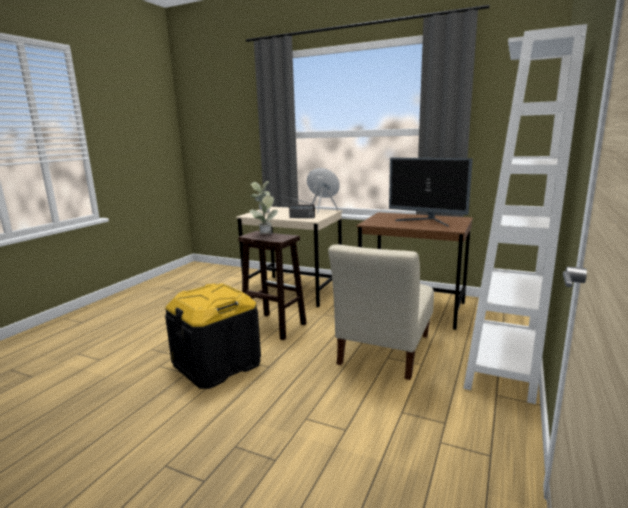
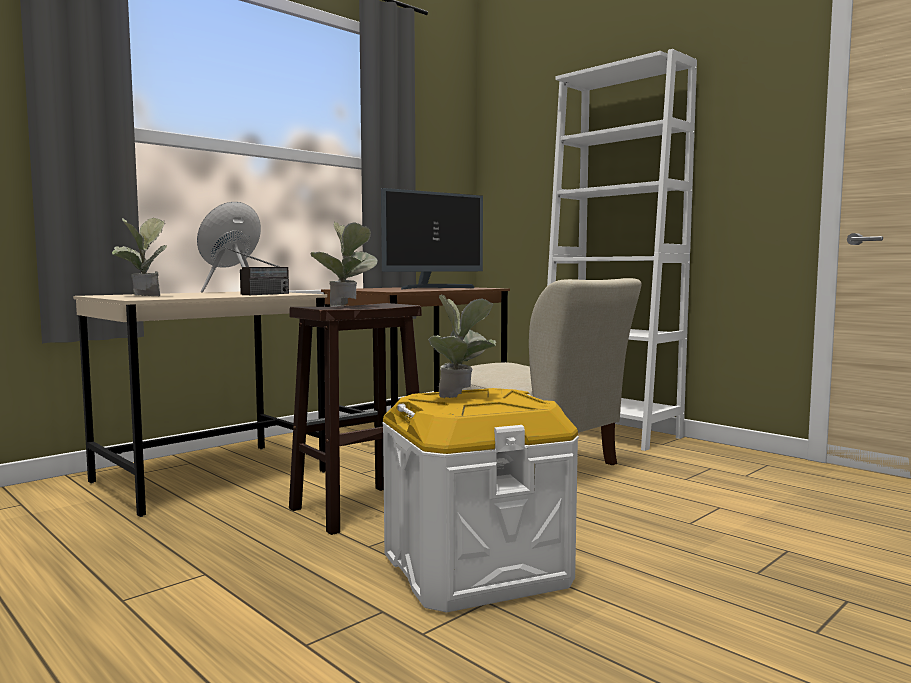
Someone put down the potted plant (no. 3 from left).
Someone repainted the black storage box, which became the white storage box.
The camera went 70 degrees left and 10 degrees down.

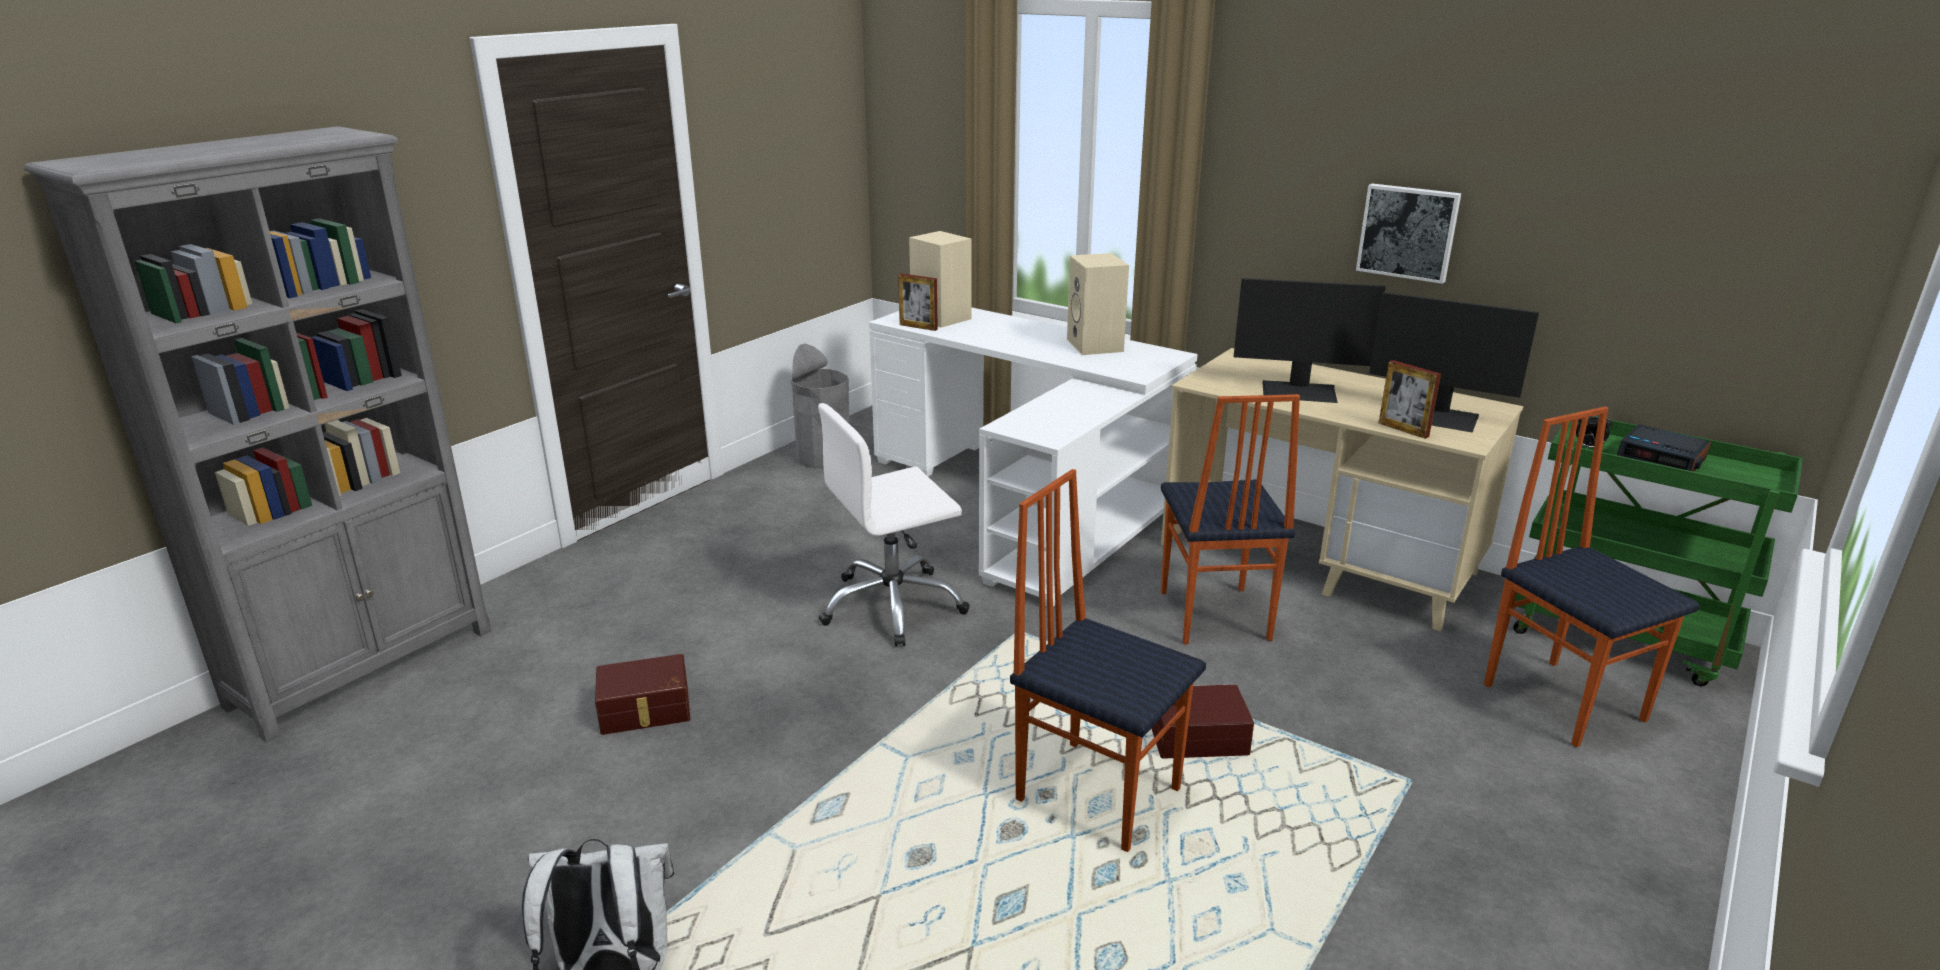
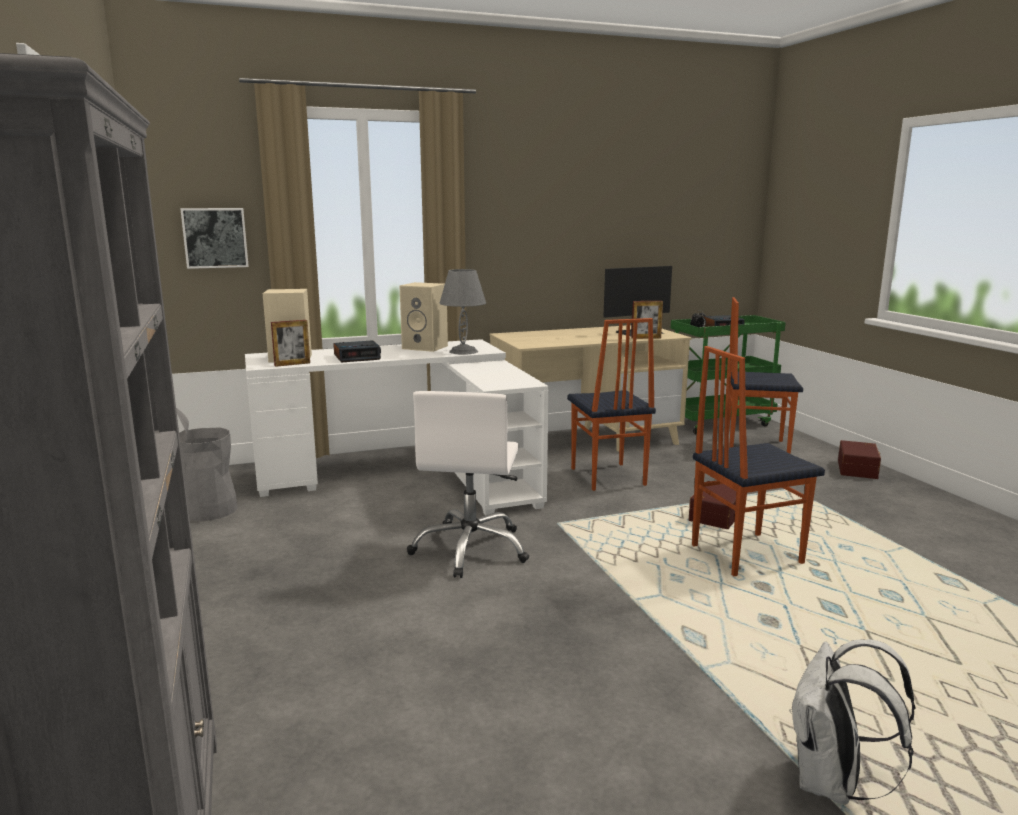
Someone took away the monitor (no. 1 from left).
Someone put down the alarm clock (no. 1 from left).
Someone put down the grey table lamp.
Someone carried the brown storage box (no. 1 from left in the first image).
Someone carried the picture.
Someone rotated the chair (no. 2 from left in the first image) by 45 degrees clockwise.
The camera went 55 degrees left and 10 degrees down.

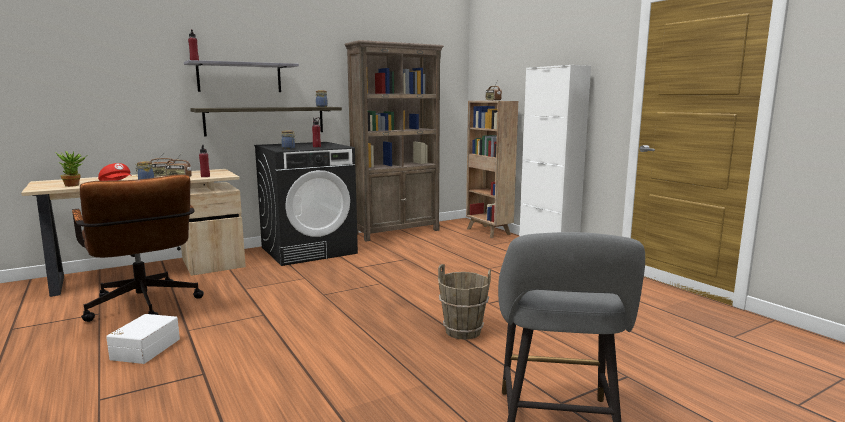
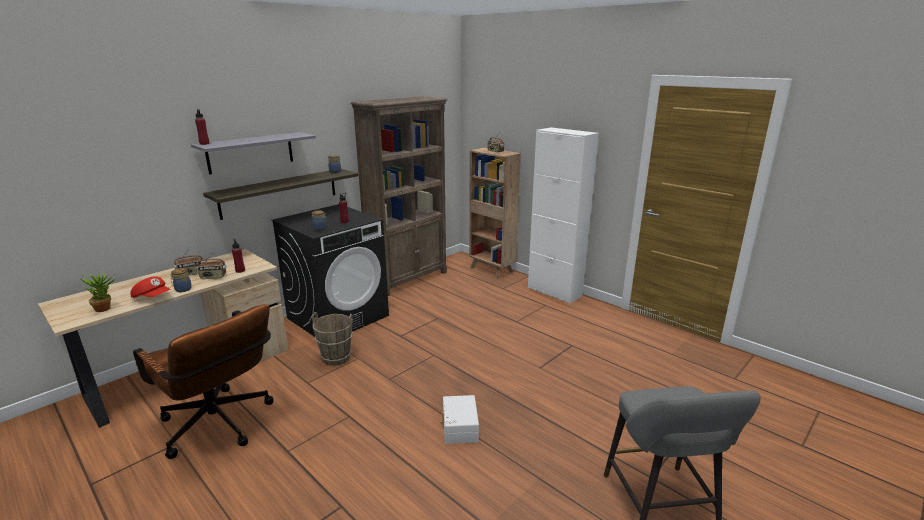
Someone carried the white storage box.
Someone carried the brown bucket.
The camera went 15 degrees left and 10 degrees up.

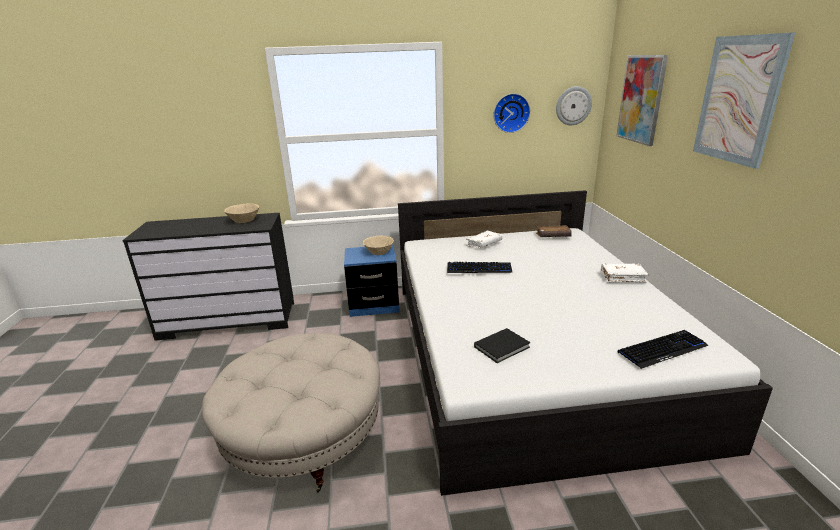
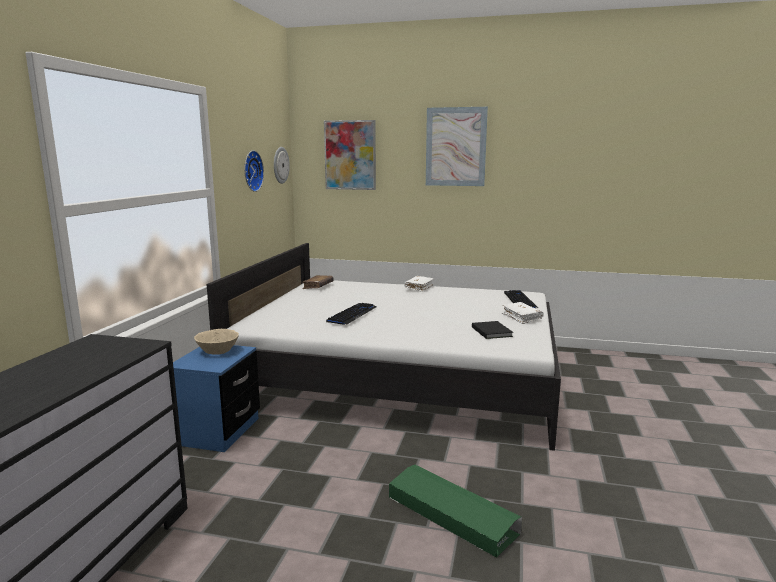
Someone took away the beige bowl (no. 1 from left).
Someone carried the white book (no. 1 from left in the first image).
Someone swapped the beige ottoman for the green storage box.
The camera went 70 degrees left and 10 degrees down.

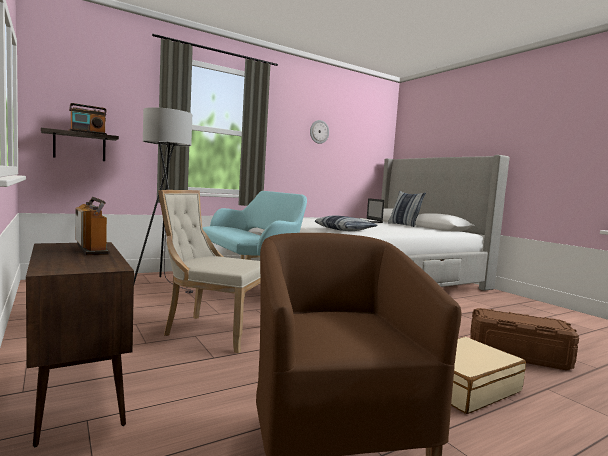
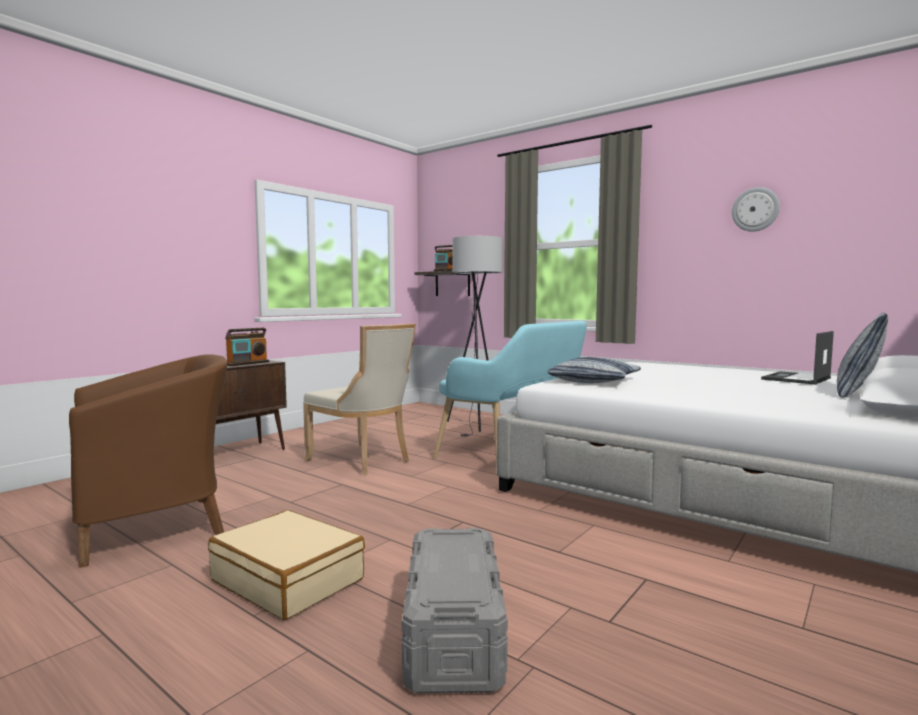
Someone repainted the brown storage box, which became the grey storage box.
Someone rotated the beige chair by 135 degrees clockwise.
The camera went 70 degrees right and 0 degrees up.

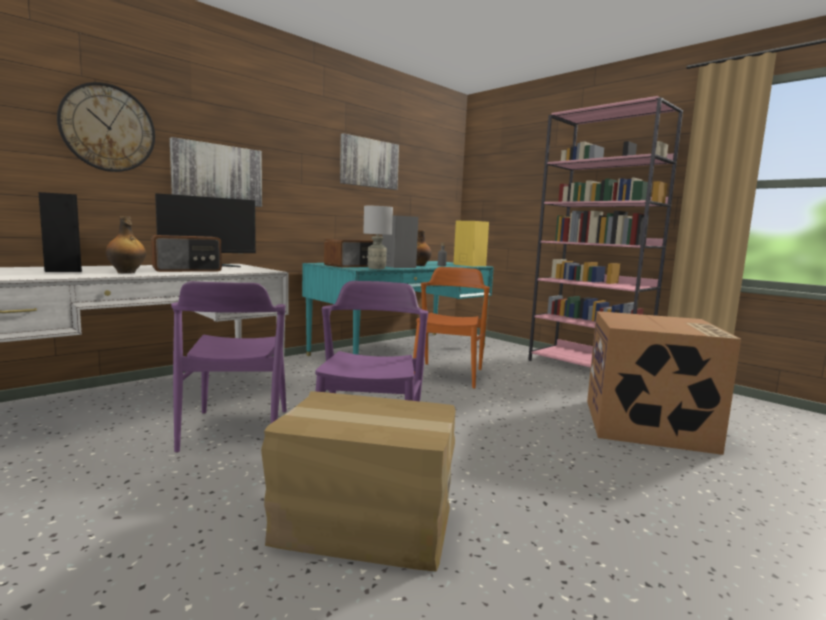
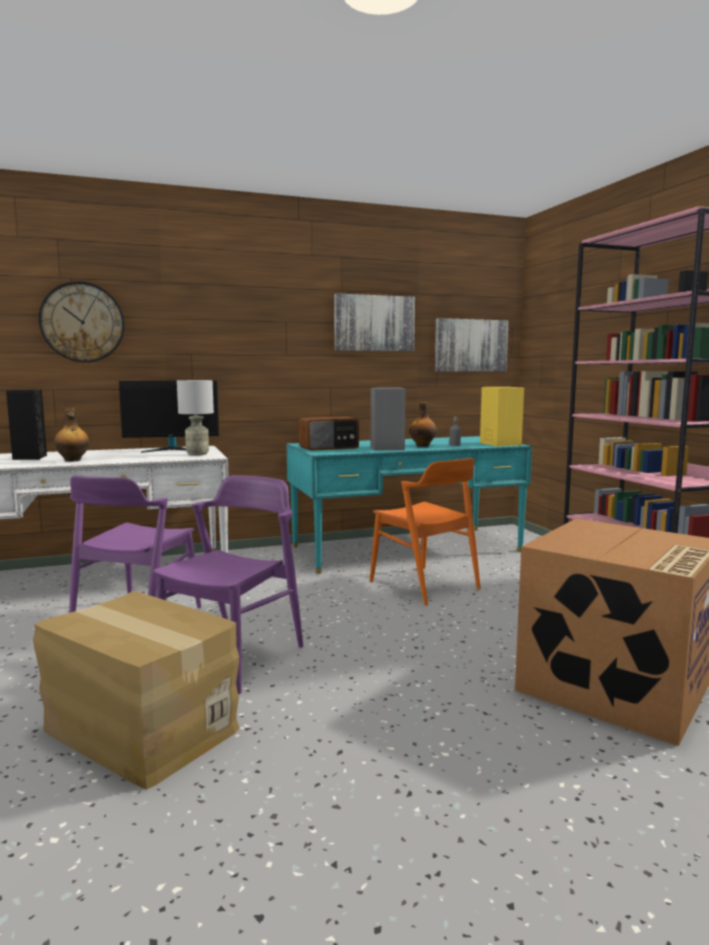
Someone took away the radio (no. 1 from left).
Someone carried the picture (no. 1 from left in the first image).
Someone carried the grey table lamp.
Someone rotated the orange chair by 105 degrees clockwise.
The camera went 25 degrees right and 0 degrees up.

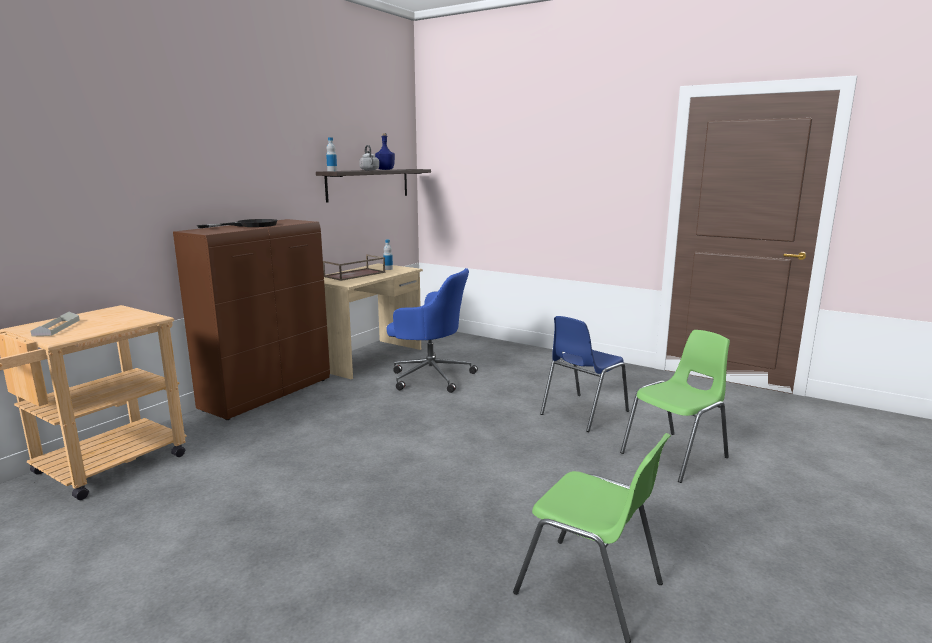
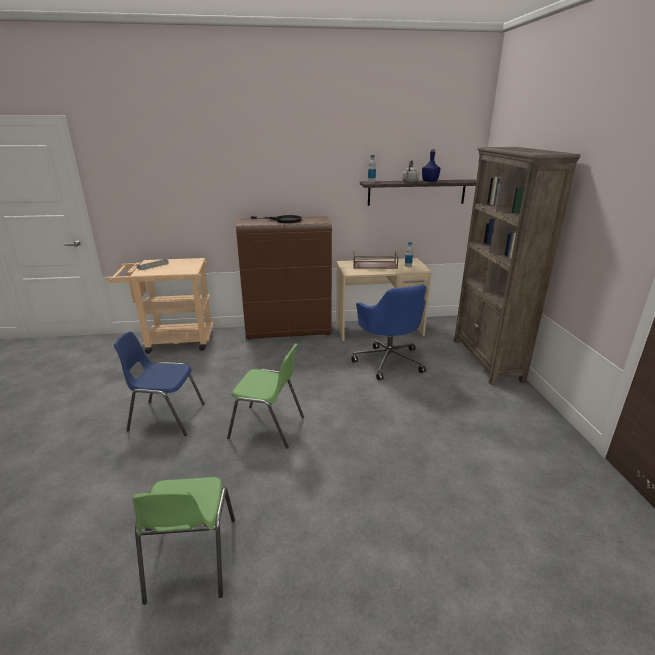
Someone put down the brown bookcase.
Someone carried the blue chair.
Someone carried the green chair (no. 2 from left).
The camera went 50 degrees right and 10 degrees up.

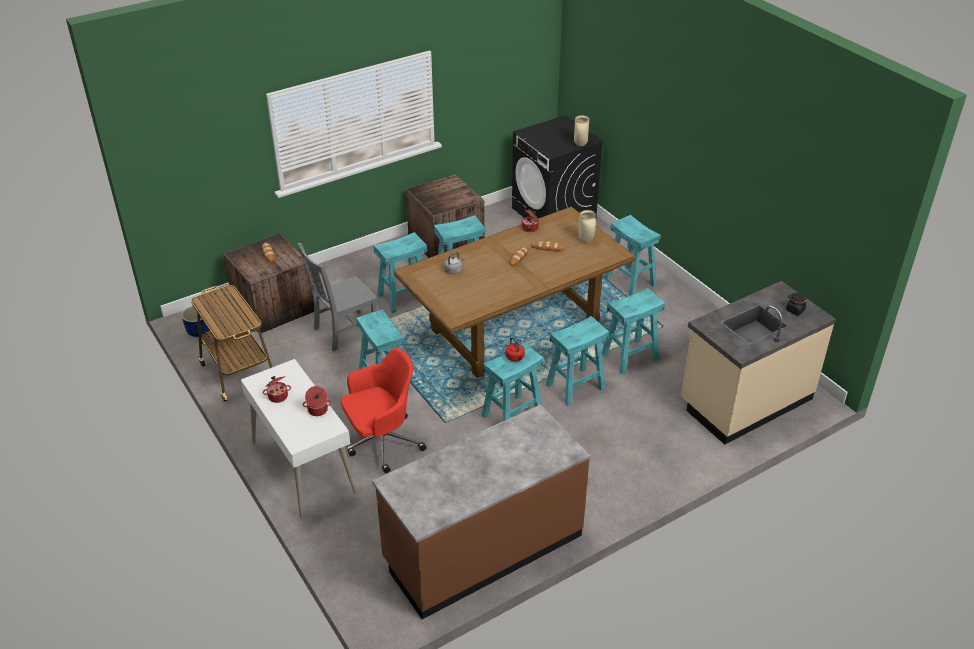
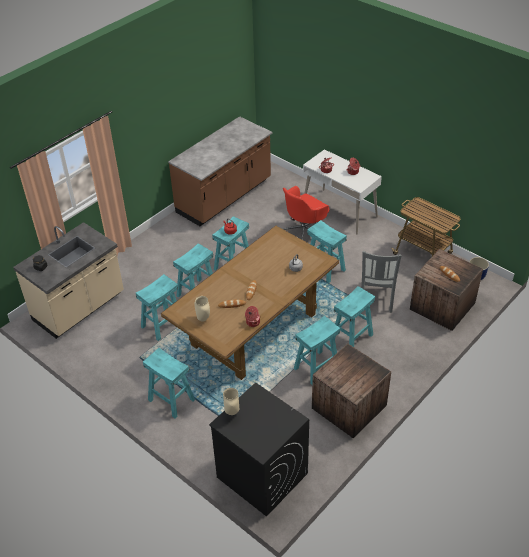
Someone rotated the grey chair by 150 degrees clockwise.
The camera went 165 degrees right and 5 degrees up.

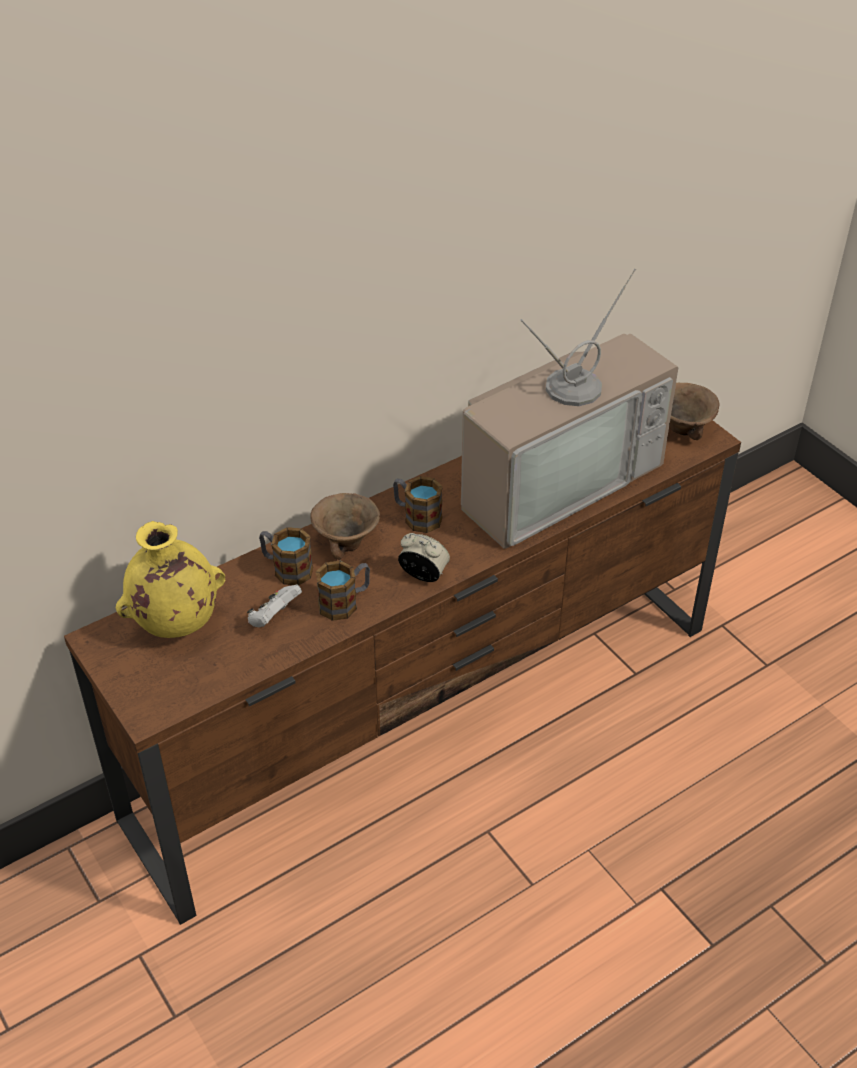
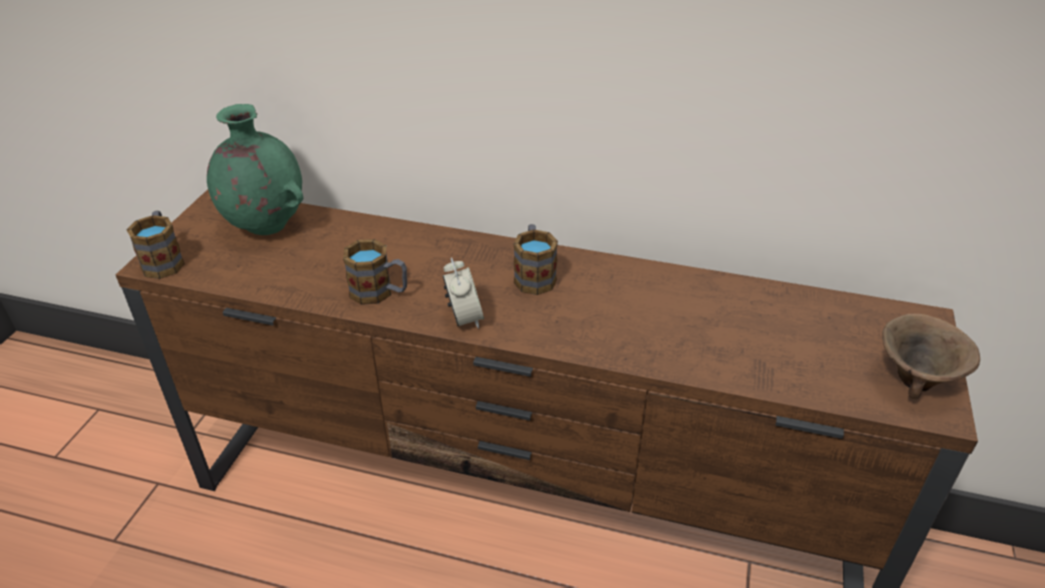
Someone took away the white game controller.
Someone took away the brown bowl (no. 1 from left).
Someone took away the television.
Someone carried the mug (no. 1 from left).
Someone repainted the yellow vase, which became the green vase.
The camera went 50 degrees right and 5 degrees down.

